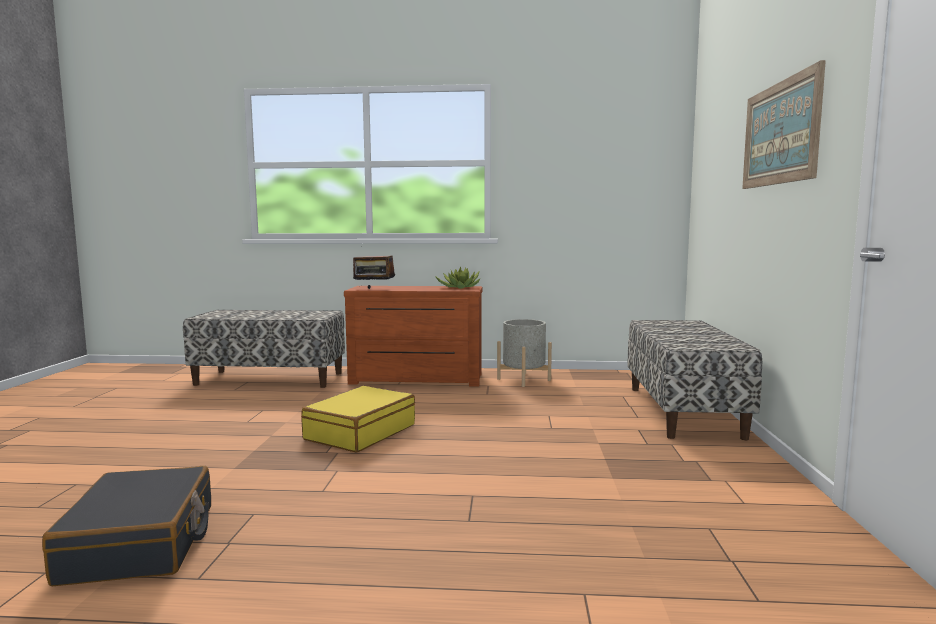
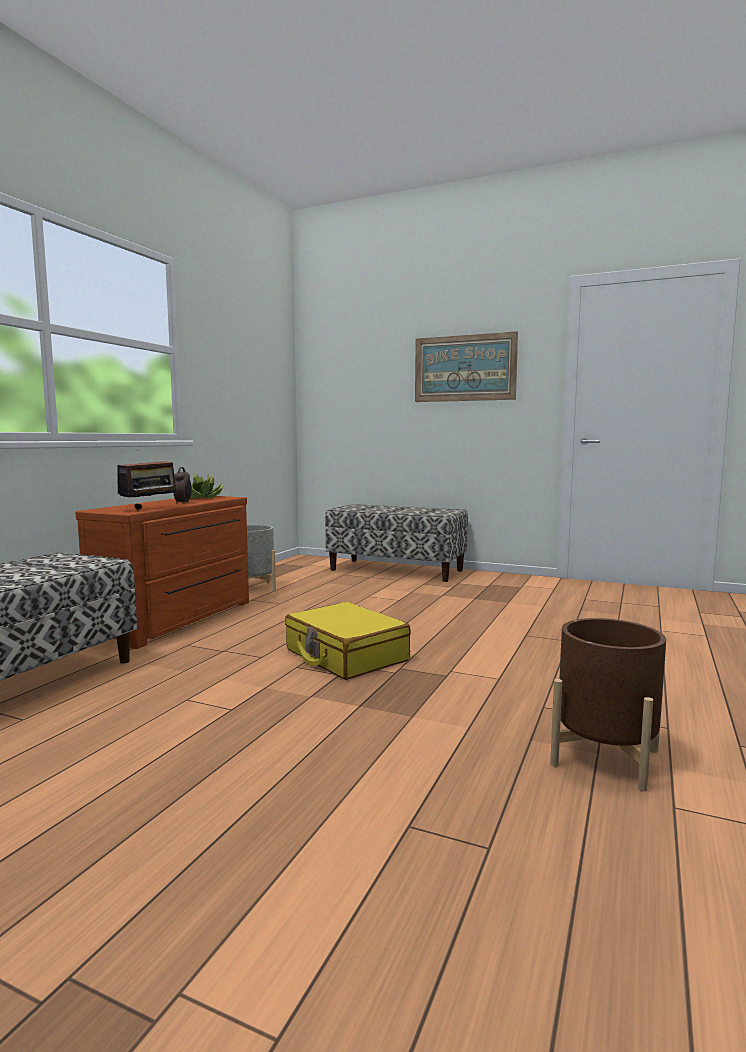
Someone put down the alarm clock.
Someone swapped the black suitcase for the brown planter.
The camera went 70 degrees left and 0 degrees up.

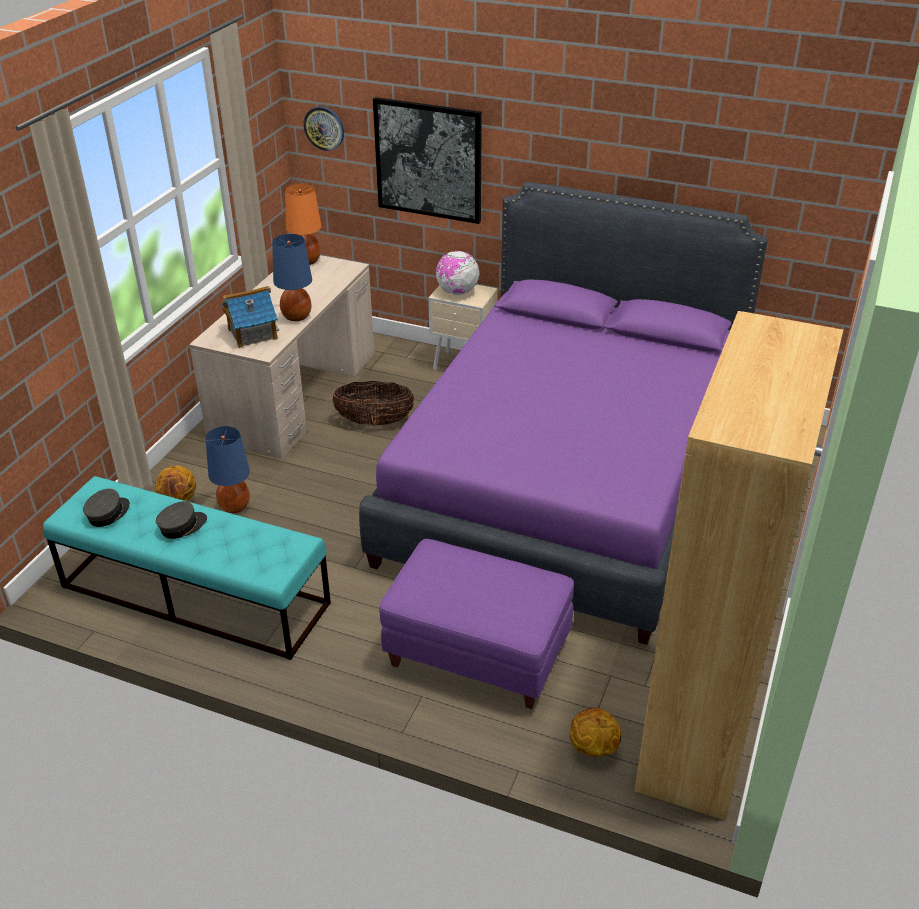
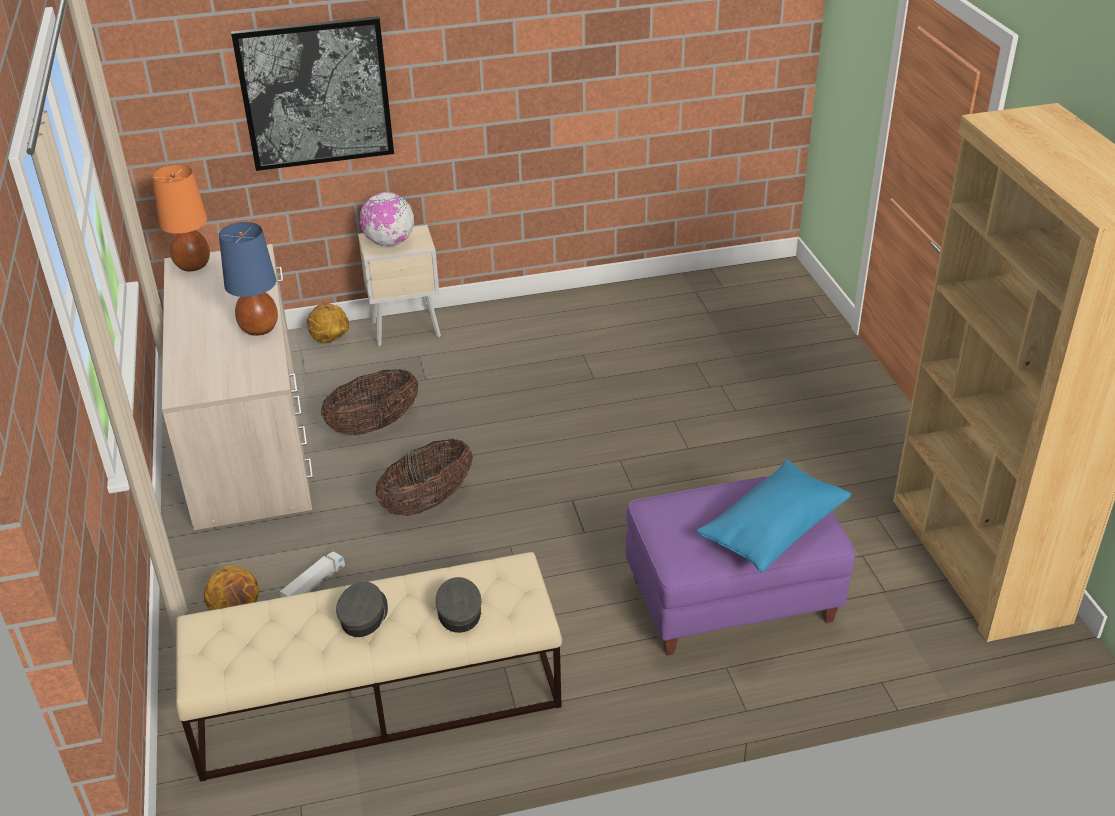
Someone took away the toy house.
Someone took away the wall clock.
Someone took away the purple bed.
Someone put down the basket (no. 2 from left).
Someone put down the blue pillow.
Someone carried the grey cap (no. 1 from left in the first image).
Someone carried the basketball (no. 2 from left).
Someone swapped the blue table lamp (no. 1 from left) for the toy truck.
Someone repainted the turquoise bench, which became the beige bench.
The camera went 35 degrees left and 0 degrees up.

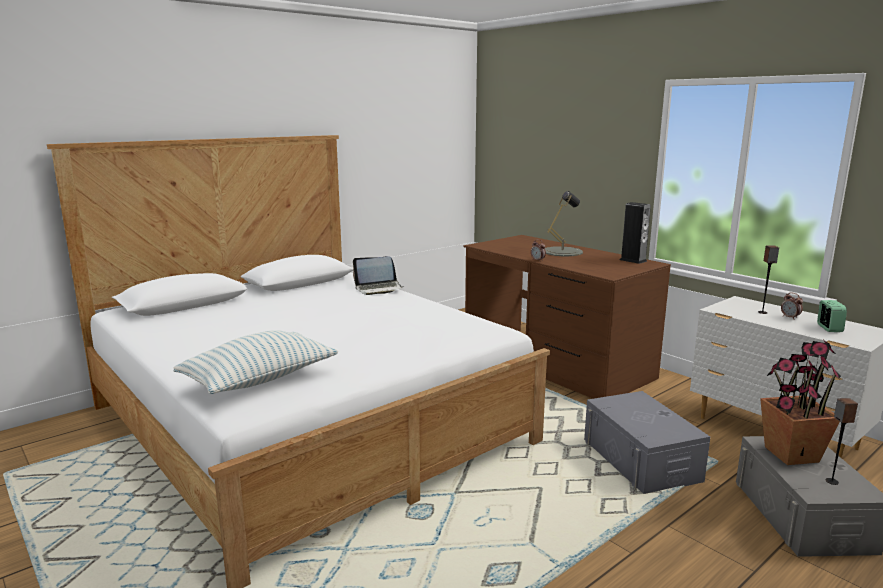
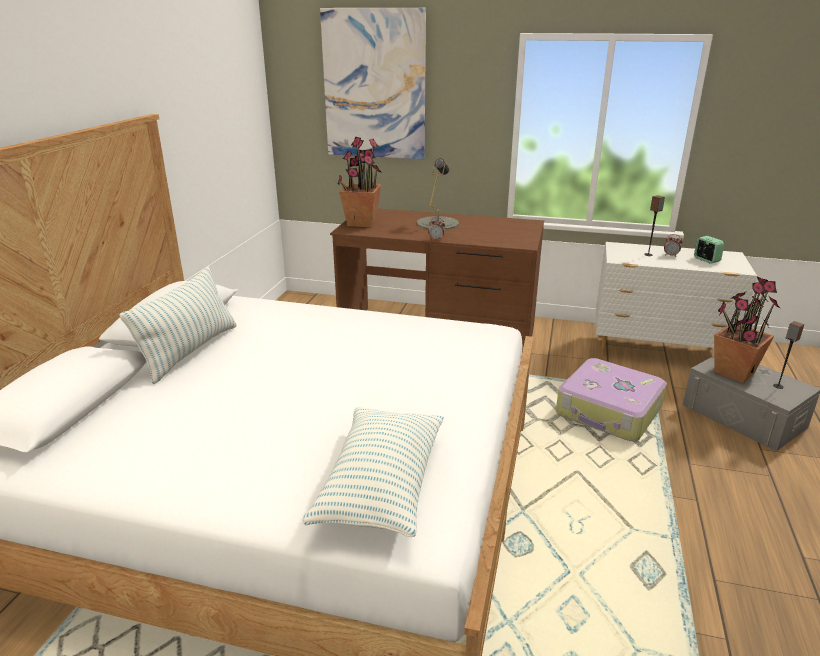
Someone took away the laptop.
Someone took away the speaker (no. 1 from left).
Someone put down the pillow (no. 1 from left).
Someone put up the picture.
Someone put down the potted plant (no. 1 from left).
Someone swapped the grey storage box (no. 1 from left) for the suitcase.
The camera went 35 degrees left and 10 degrees up.

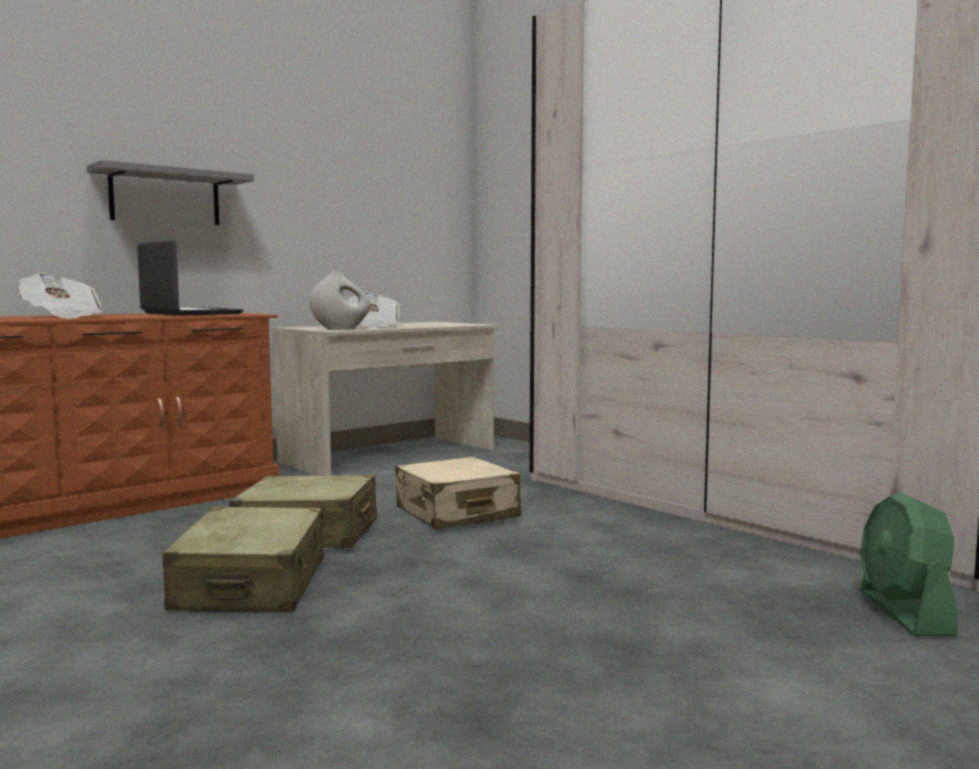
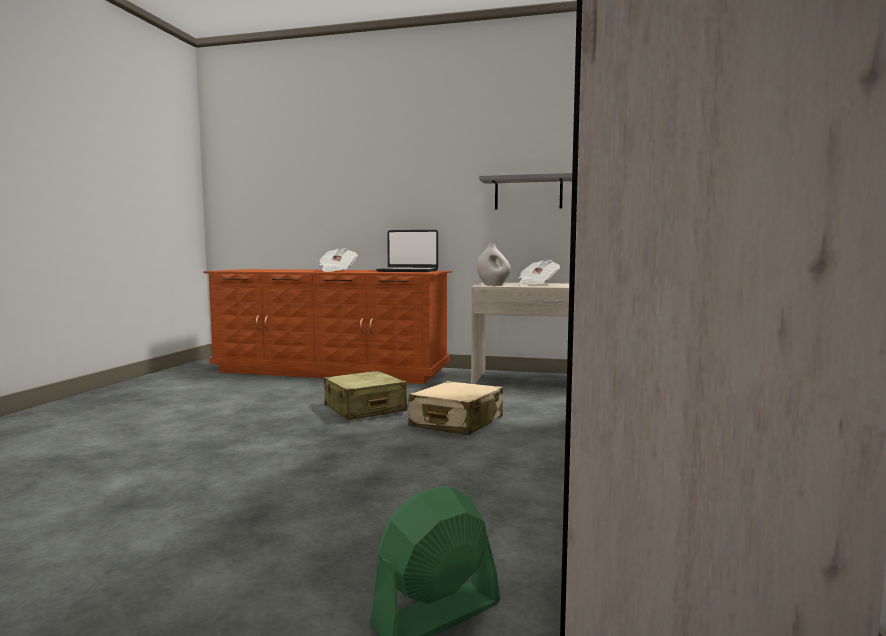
Someone took away the beige suitcase (no. 1 from left).
Someone carried the grey shelf.
Someone rotated the laptop by 90 degrees clockwise.
The camera went 55 degrees right and 0 degrees up.

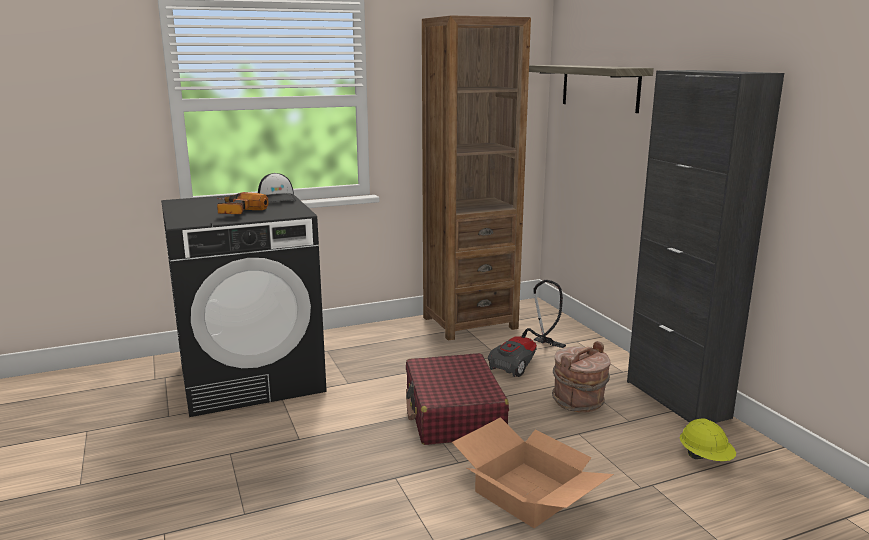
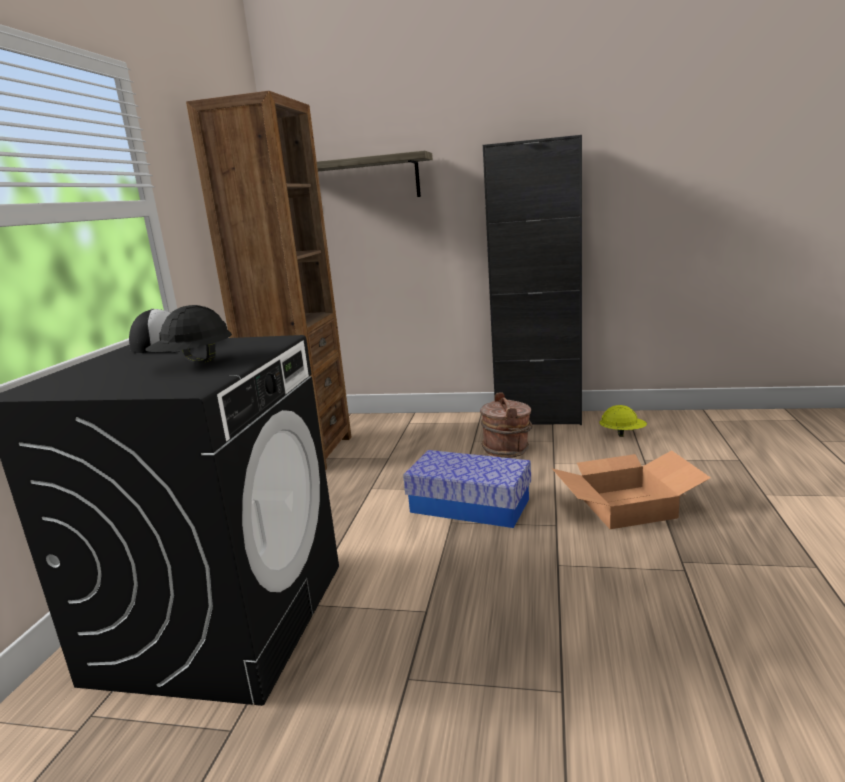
Someone took away the vacuum cleaner.
Someone swapped the power drill for the black hard hat.
Someone swapped the red suitcase for the storage box.
The camera went 55 degrees left and 0 degrees up.

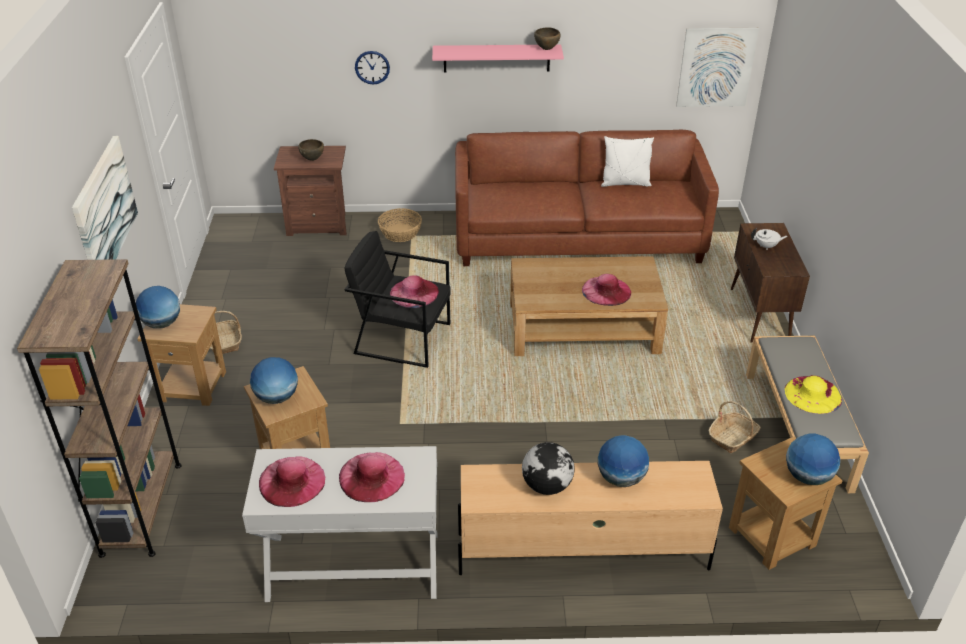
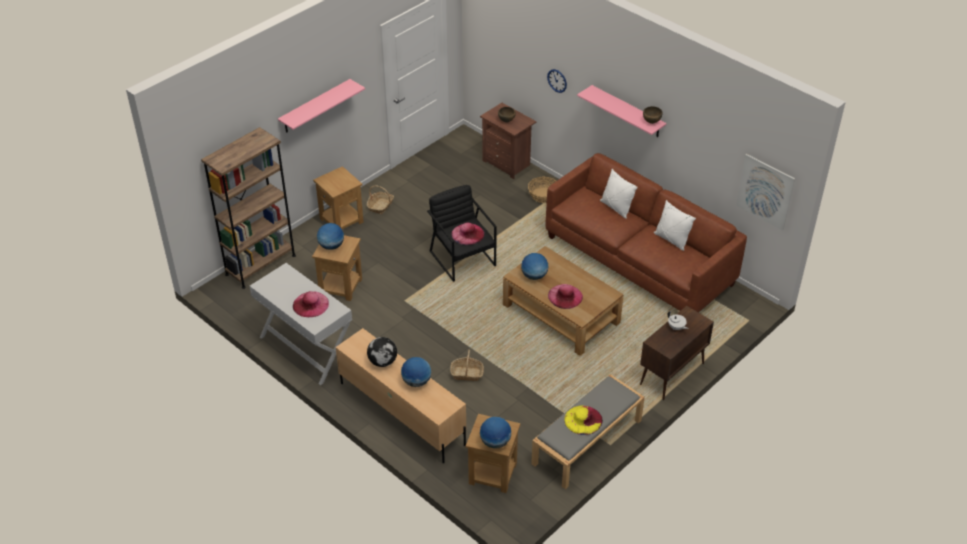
Someone took away the pink hat (no. 1 from left).
Someone put down the white pillow (no. 1 from left).
Someone carried the globe (no. 1 from left in the first image).
Someone carried the basket (no. 3 from left in the first image).
Someone swapped the picture (no. 1 from left) for the pink shelf (no. 1 from left).
The camera went 45 degrees right and 5 degrees up.

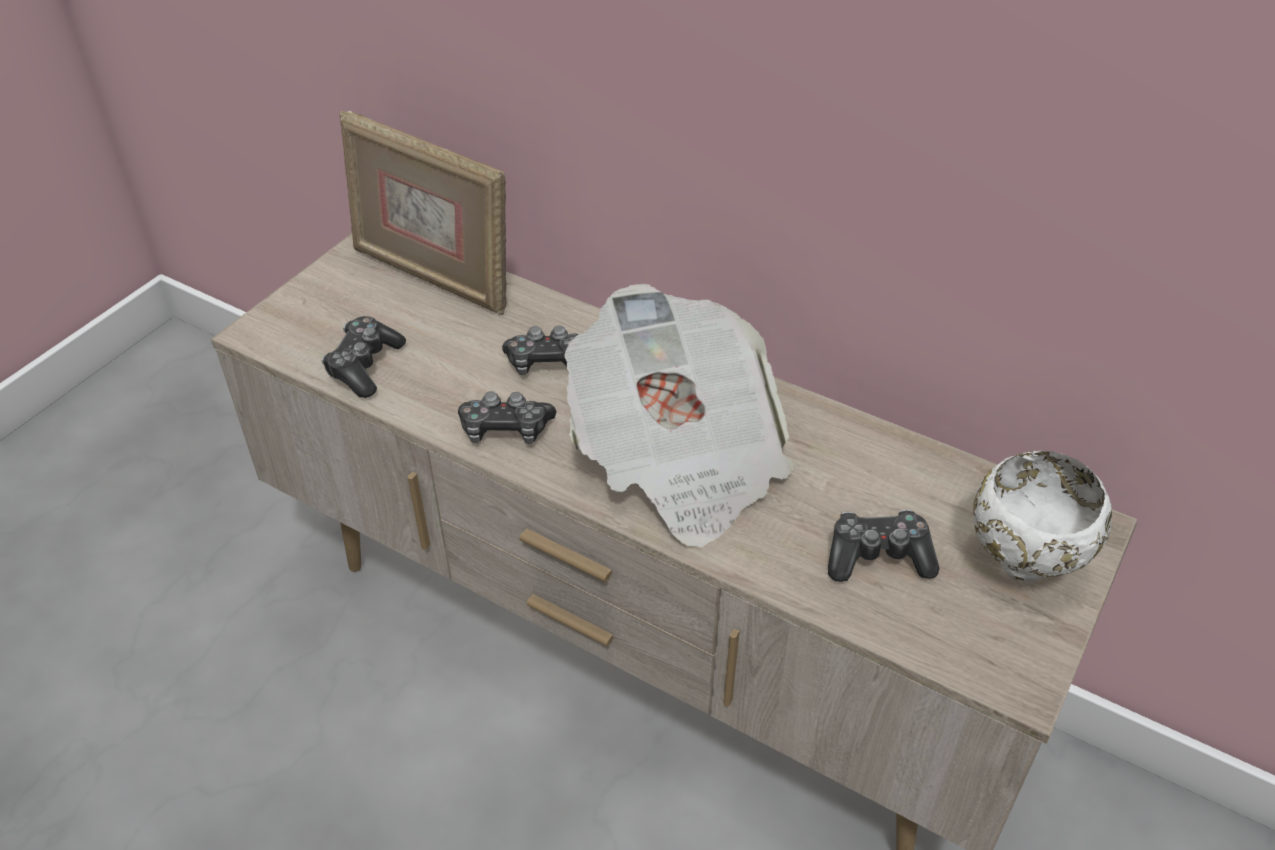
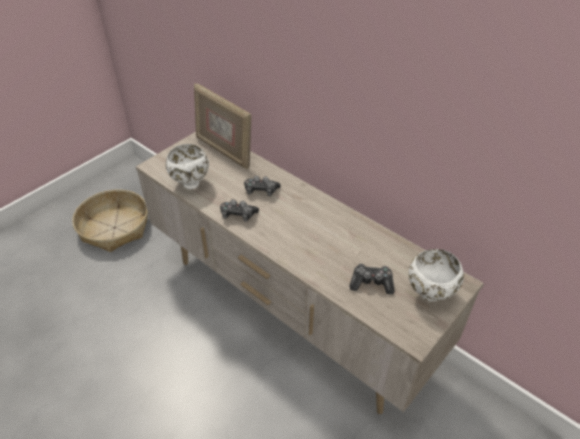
Someone took away the newspaper.
Someone put down the basket.
Someone swapped the game controller (no. 1 from left) for the white bowl (no. 1 from left).
The camera went 10 degrees right and 0 degrees up.

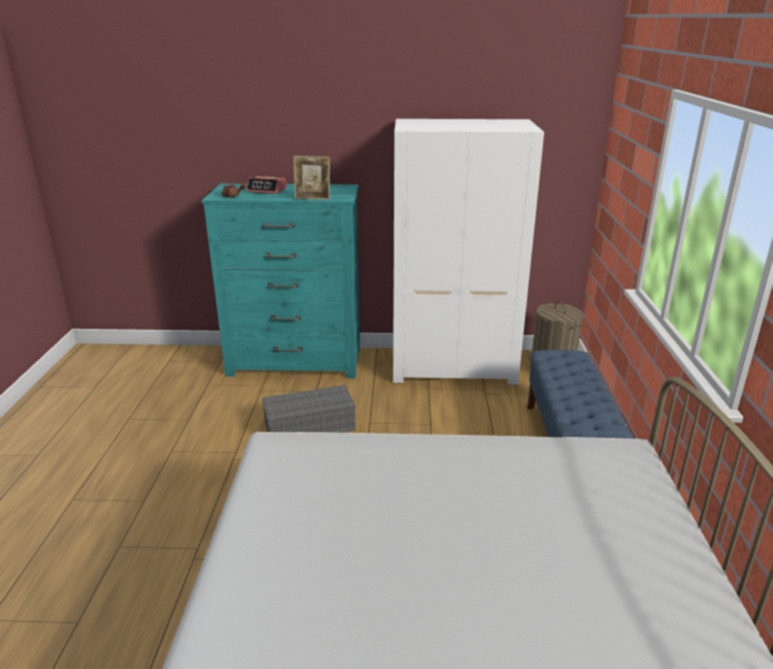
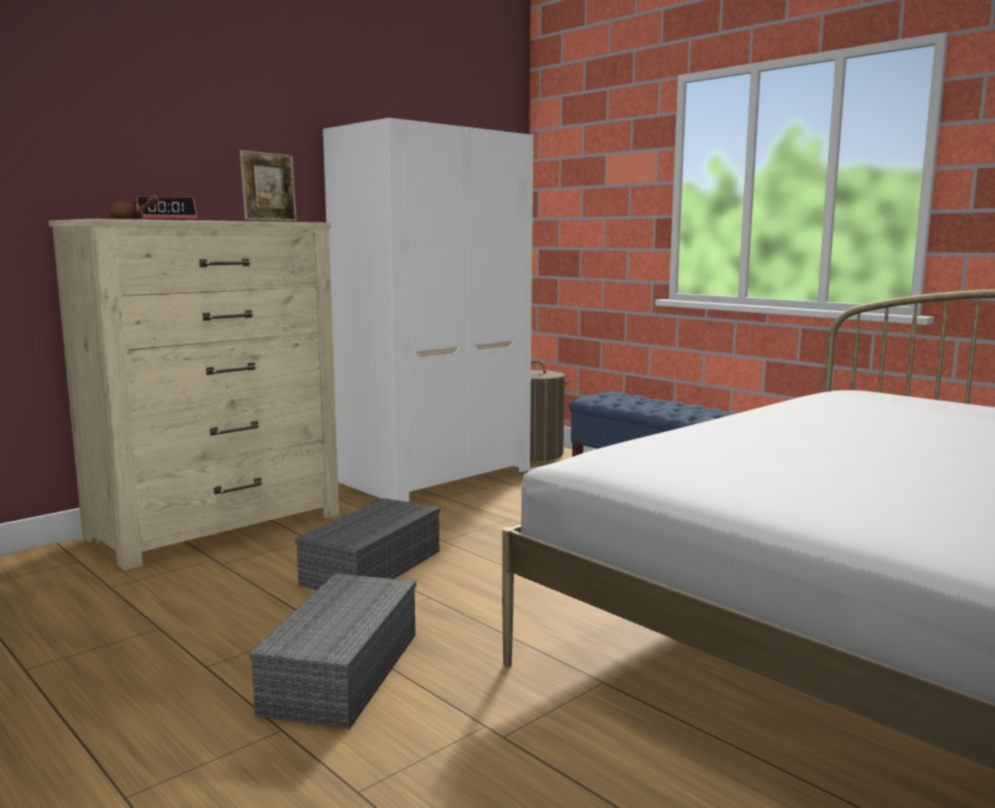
Someone put down the grey storage box (no. 1 from left).
Someone repainted the turquoise dresser, which became the beige dresser.
The camera went 45 degrees left and 15 degrees down.

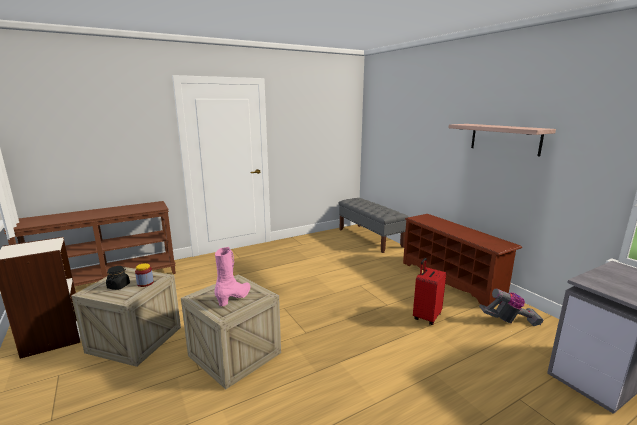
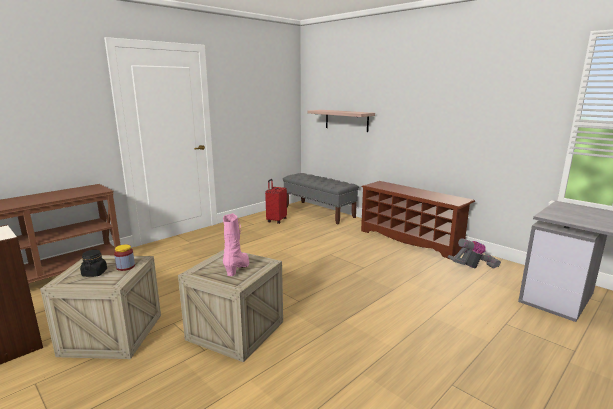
Someone carried the red suitcase.
Someone carried the shelf.
The camera went 15 degrees left and 0 degrees up.

